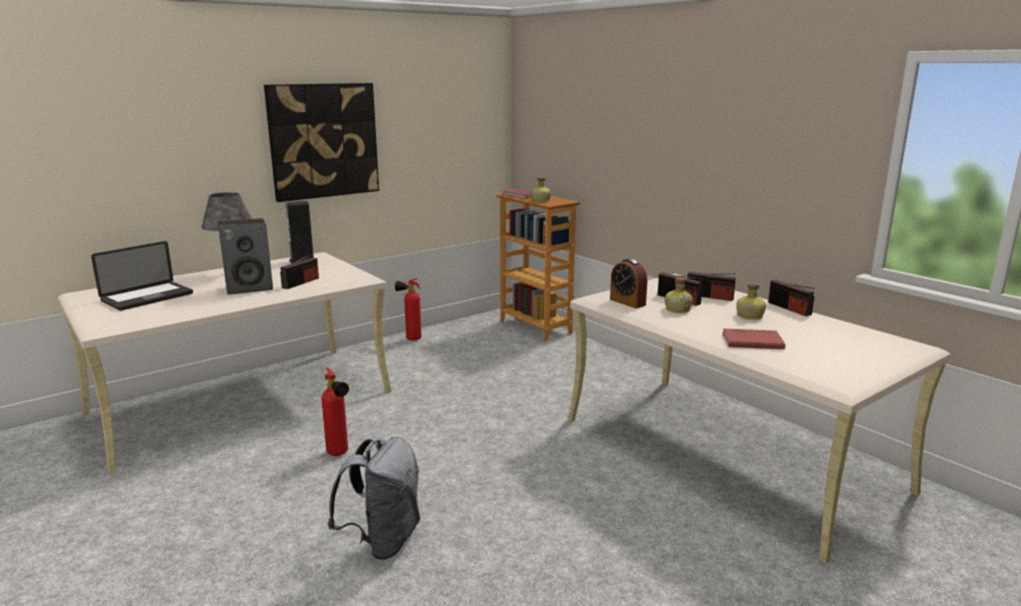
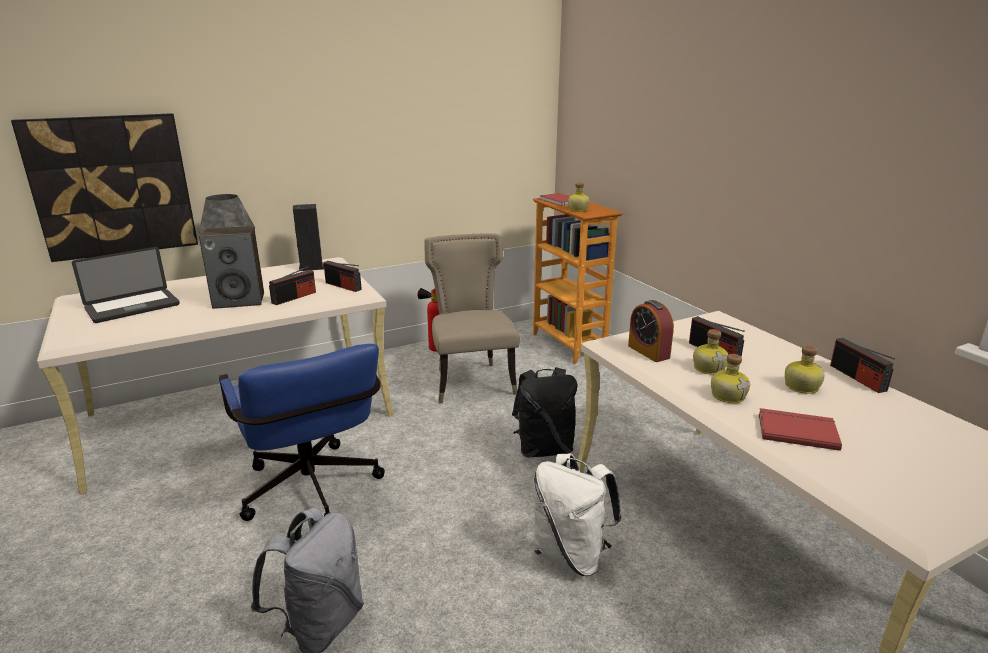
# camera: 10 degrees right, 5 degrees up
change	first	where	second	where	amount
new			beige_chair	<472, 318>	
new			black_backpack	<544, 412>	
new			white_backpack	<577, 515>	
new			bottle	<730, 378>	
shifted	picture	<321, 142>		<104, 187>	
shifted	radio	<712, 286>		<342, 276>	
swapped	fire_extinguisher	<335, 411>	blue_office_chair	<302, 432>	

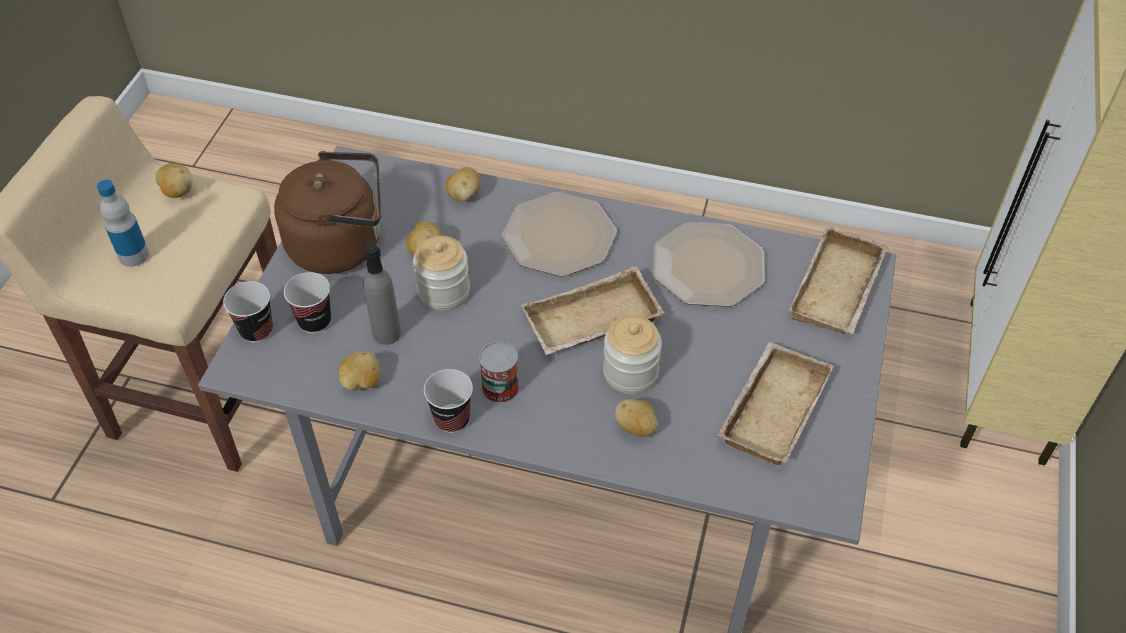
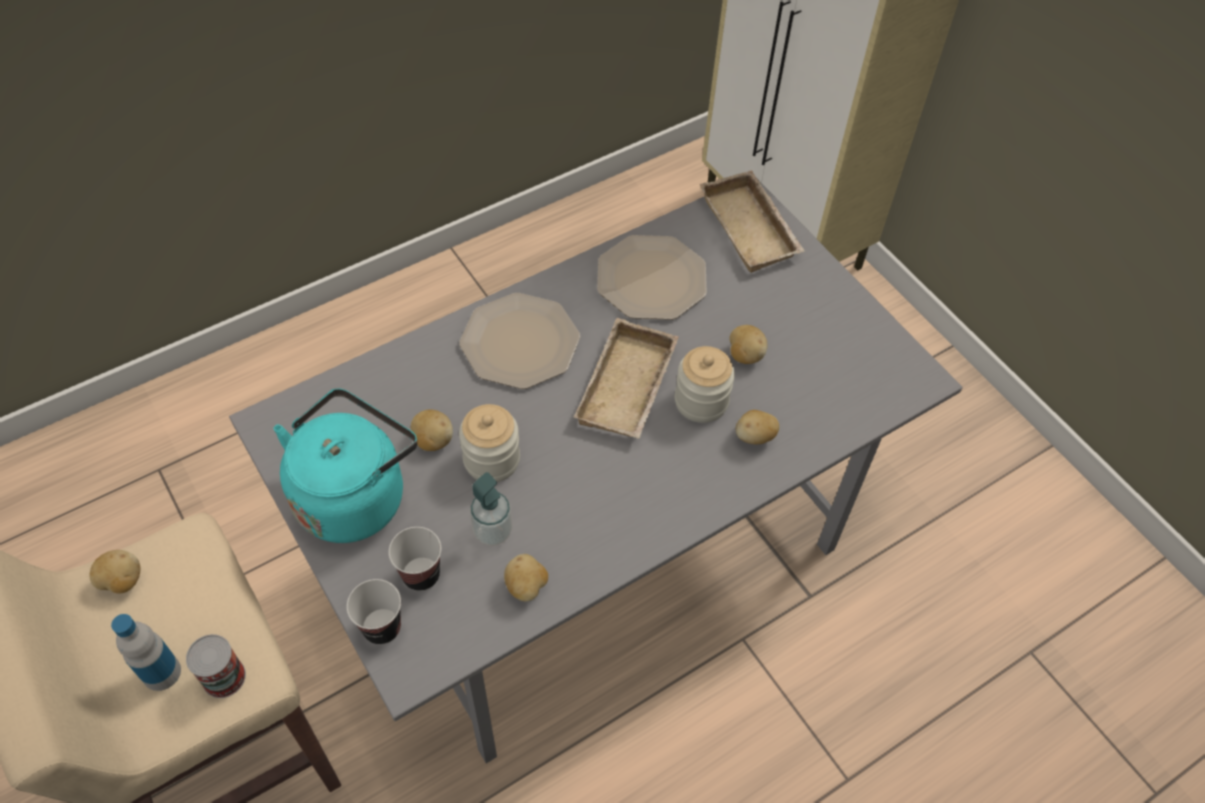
# camera: 50 degrees left, 5 degrees up
change	first	where	second	where	amount
gone	cup	<448, 401>			
gone	beige_tray	<775, 403>			
shifted	potato	<462, 184>		<748, 344>	
shifted	can	<499, 372>		<216, 666>	
swapped	grey_bottle	<382, 294>	soap_dispenser	<491, 509>	
repainted	brown_kettle	<327, 212>	turquoise_kettle	<345, 465>	

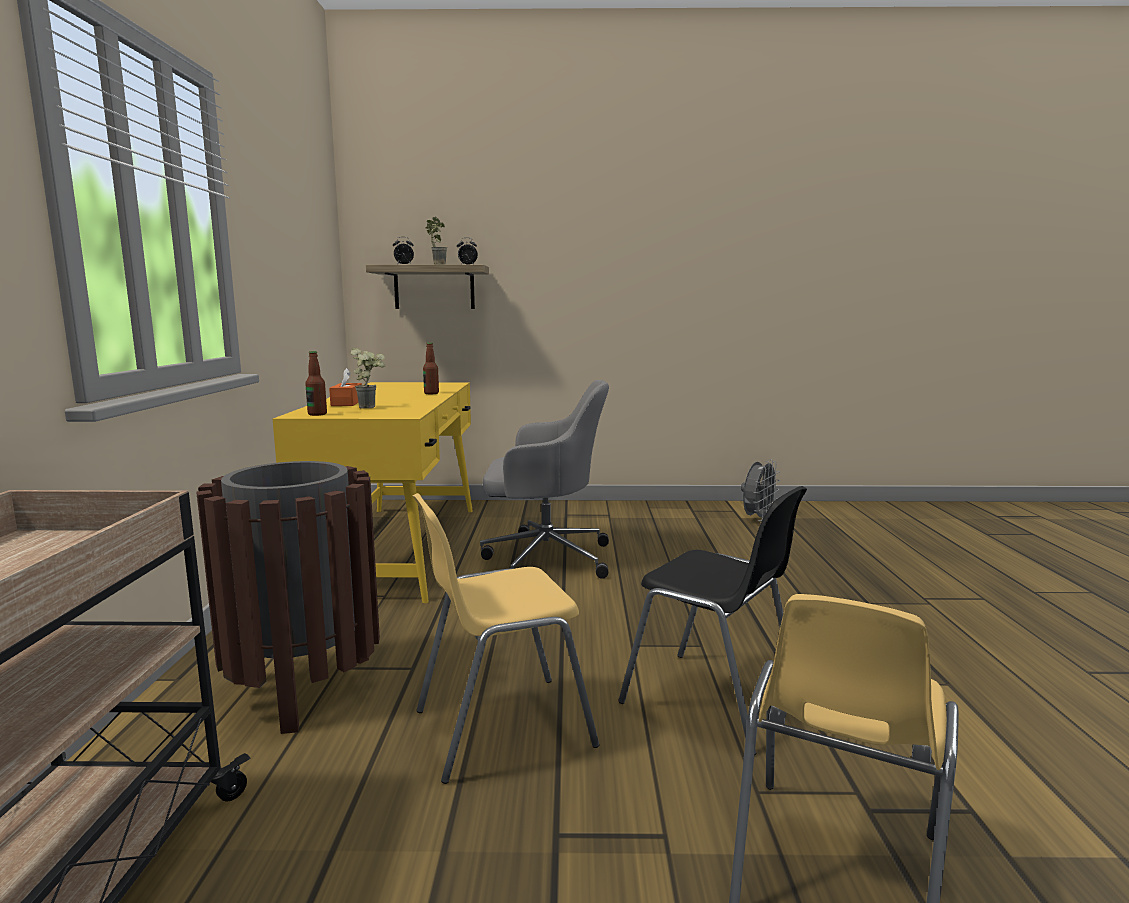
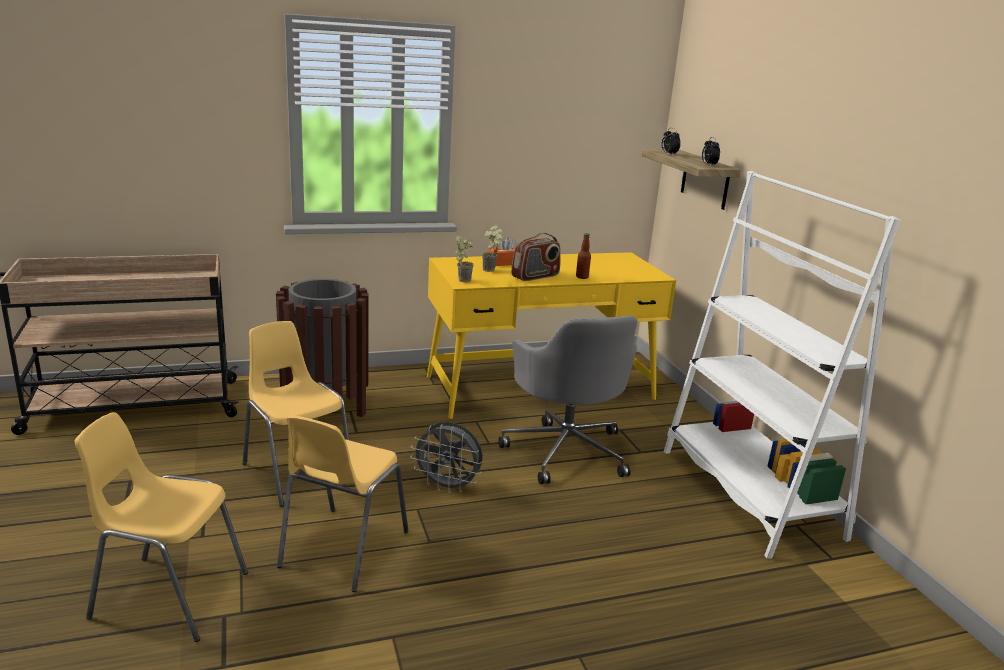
# camera: 70 degrees right, 10 degrees up
change	first	where	second	where	amount
gone	bottle	<316, 383>			
new			radio	<535, 257>	
new			white_bookcase	<782, 365>	
shifted	potted_plant	<436, 240>		<464, 259>	
shifted	grey_fan	<760, 490>		<446, 457>	
repainted	black_chair	<712, 621>	yellow_chair	<342, 503>	

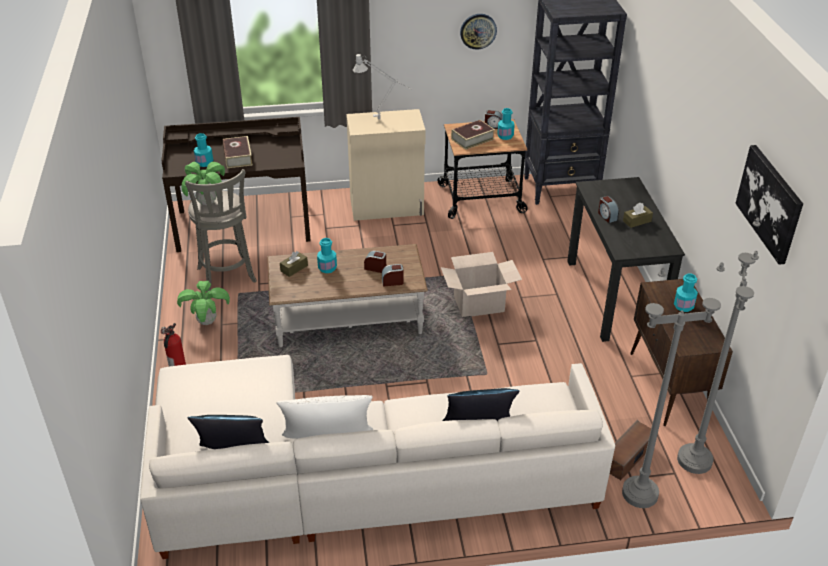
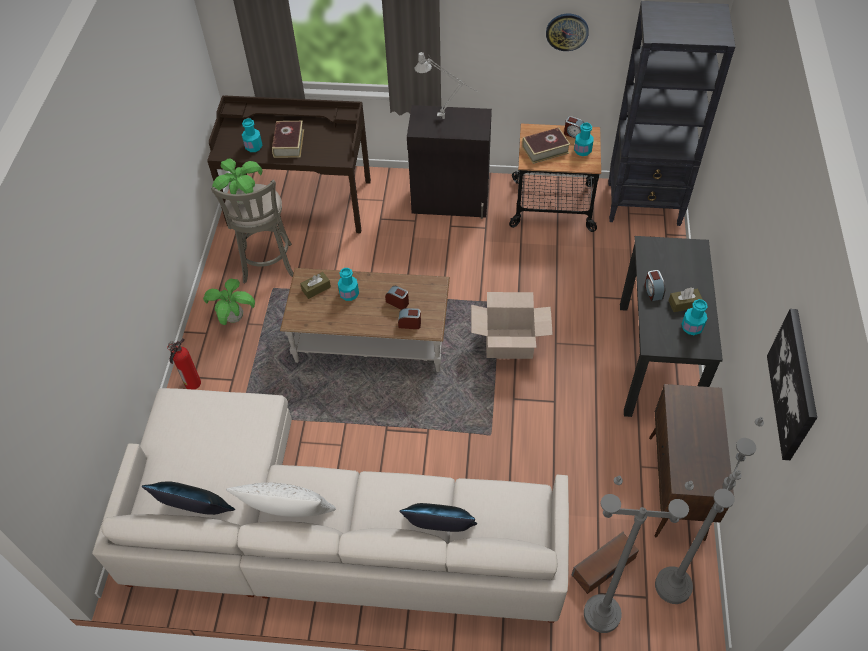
# camera: 15 degrees right, 15 degrees up
change	first	where	second	where	amount
shifted	turquoise_bottle	<686, 293>		<695, 317>	
repainted	beige_cabinet	<386, 165>	black_cabinet	<449, 162>	

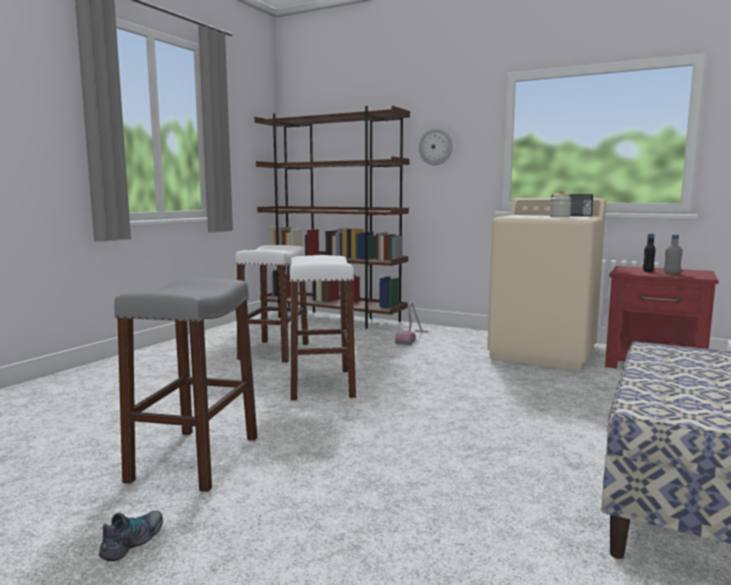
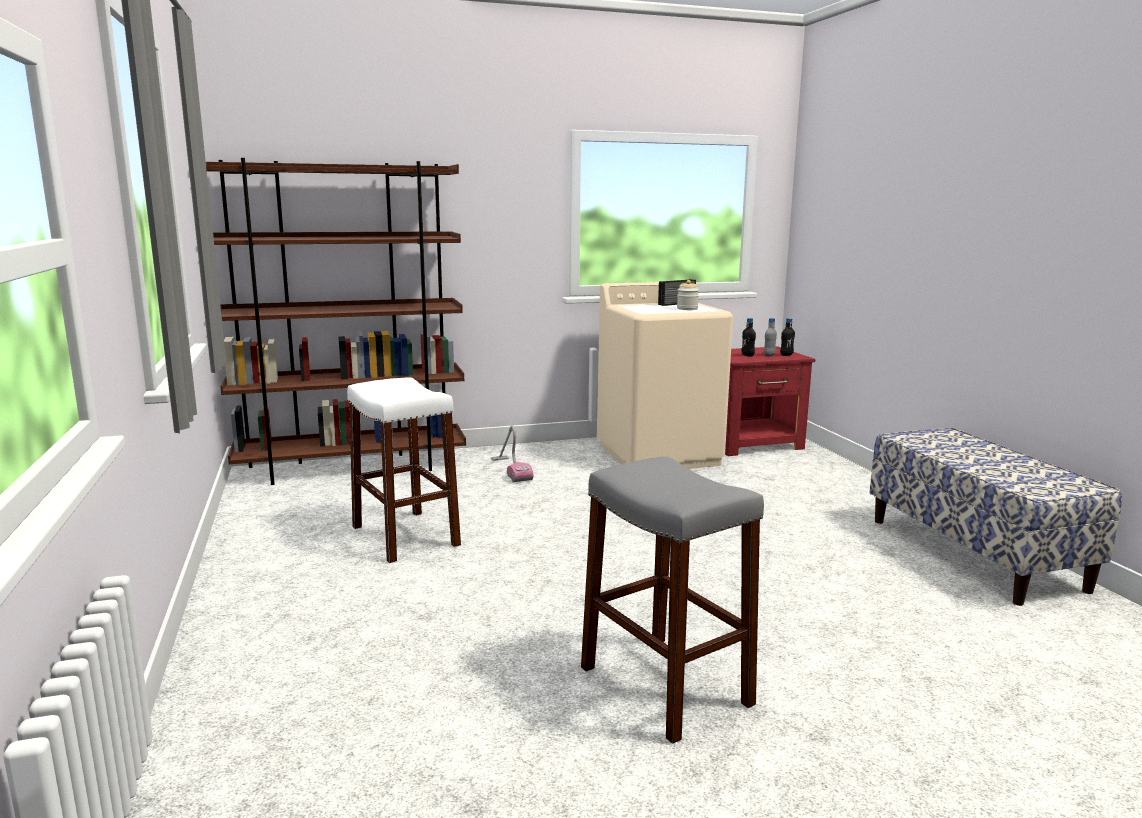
# camera: 45 degrees left, 5 degrees up
change	first	where	second	where	amount
gone	shoe	<131, 535>			
gone	white_stool	<322, 328>			
gone	wall_clock	<436, 146>			
new			black_bottle	<787, 337>	

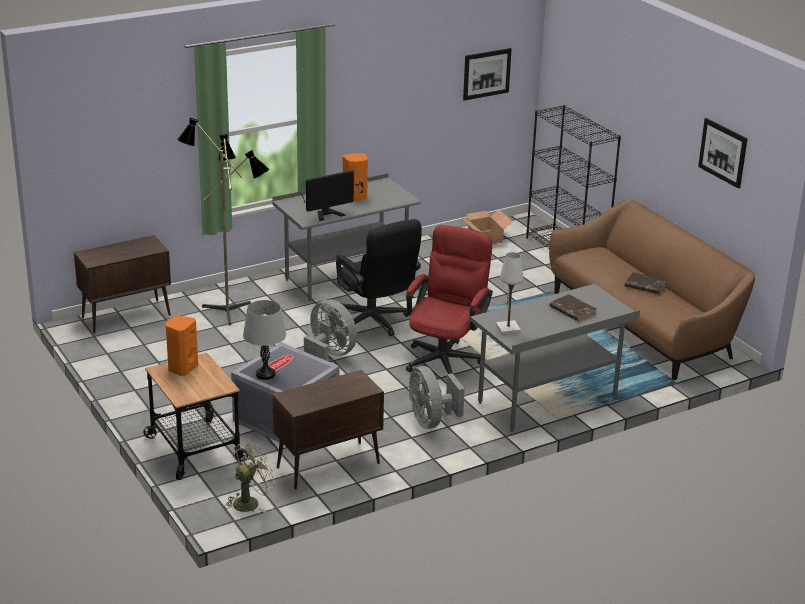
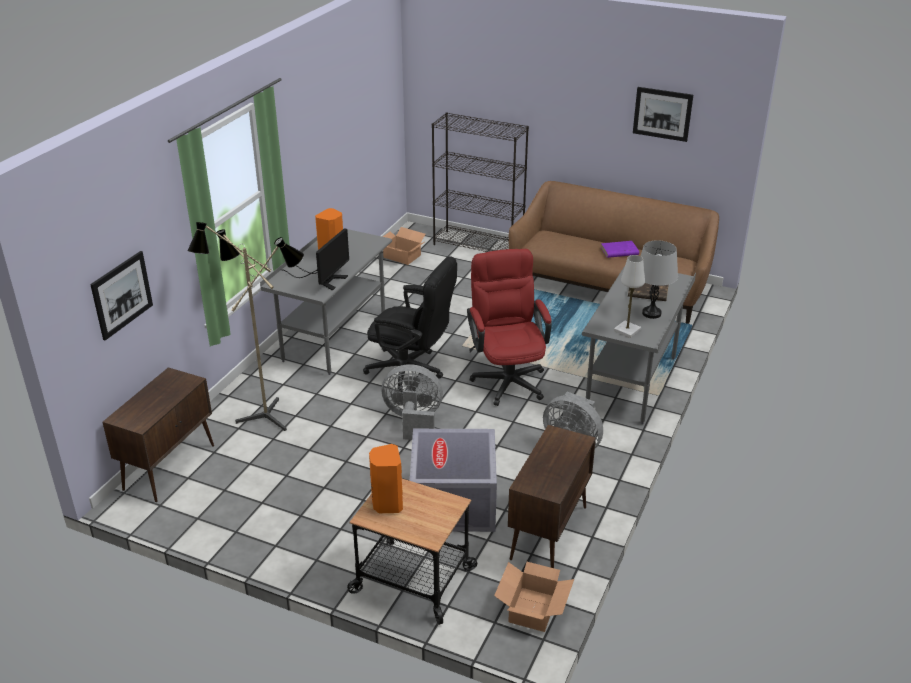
# camera: 35 degrees left, 5 degrees up
change	first	where	second	where	amount
shifted	grey_table_lamp	<264, 340>		<659, 279>	
shifted	picture	<487, 74>		<121, 295>	
swapped	beige_fan	<250, 476>	cardboard_box	<534, 597>	
repainted	brown_book	<645, 283>	purple_book	<620, 249>	

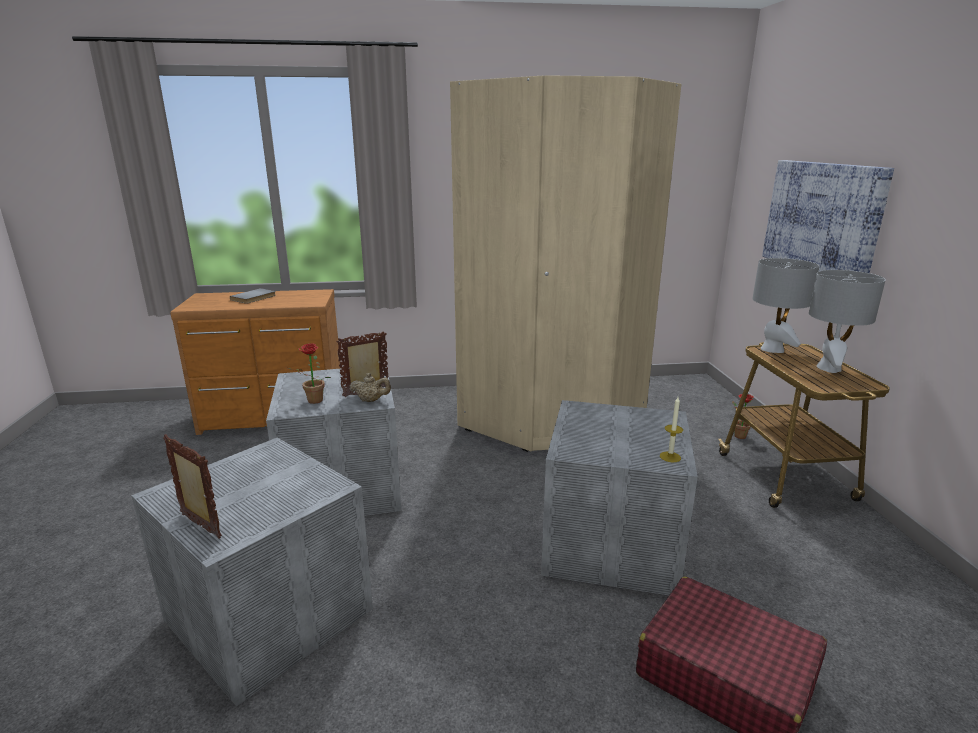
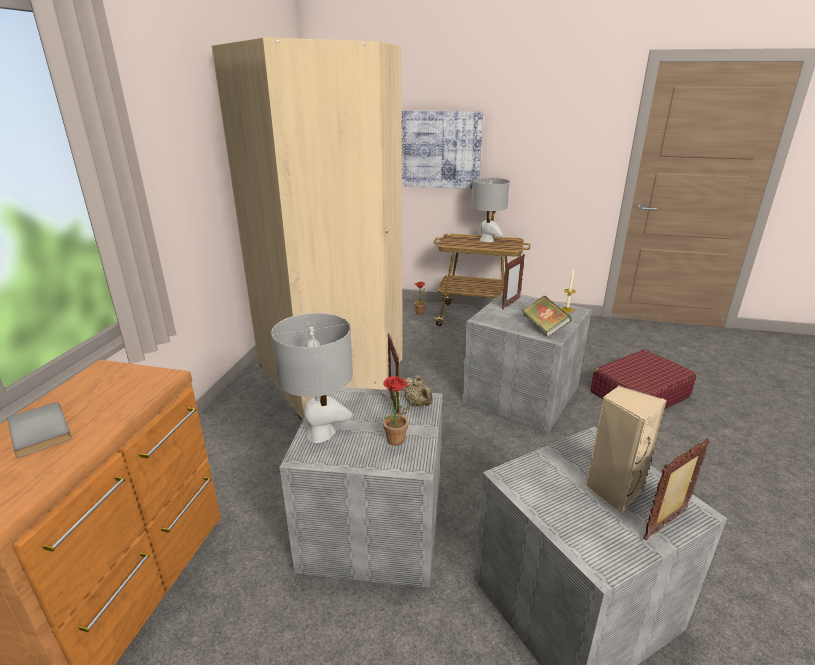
# camera: 70 degrees left, 5 degrees up
change	first	where	second	where	amount
new			picture_frame	<513, 281>	
new			book	<547, 316>	
new			beige_speaker	<626, 450>	
shifted	grey_table_lamp	<785, 305>		<312, 378>	
rotated	beige_teapot	<370, 387>		<418, 391>	120 degrees clockwise

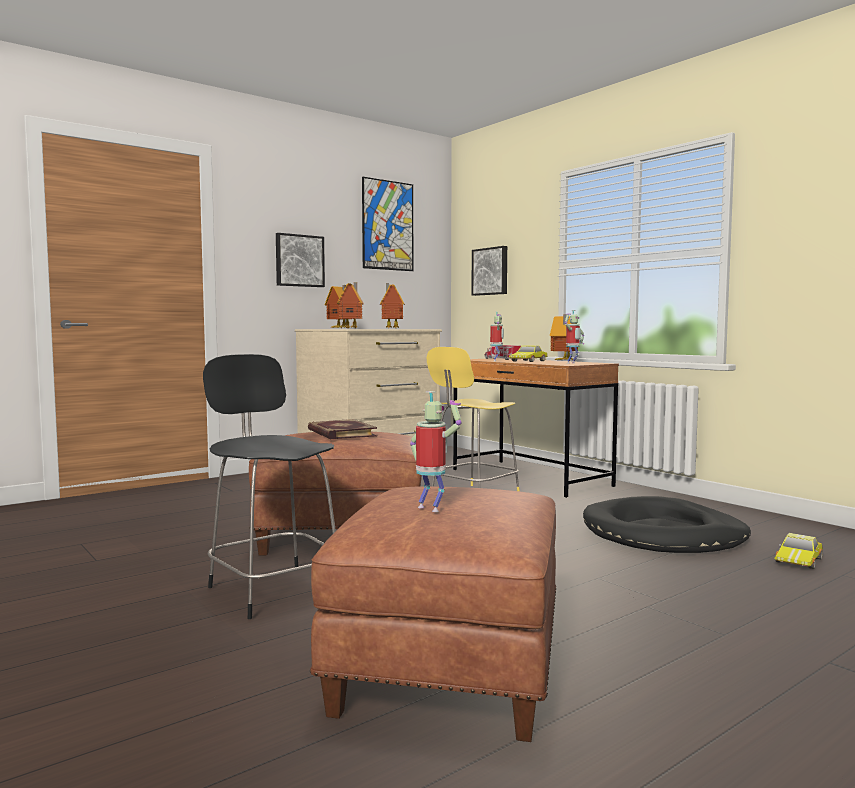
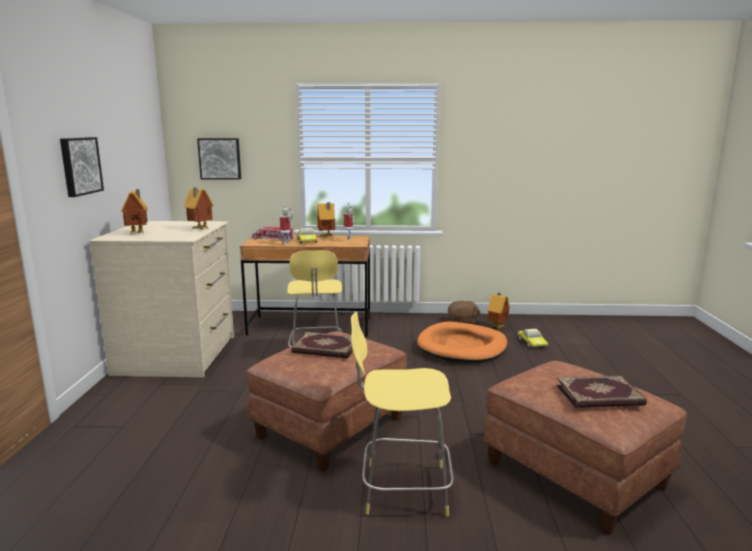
# camera: 50 degrees left, 10 degrees up
change	first	where	second	where	amount
gone	picture	<387, 224>			
new			brown_plush_toy	<464, 312>	
shifted	toy_house	<350, 305>		<499, 311>	
swapped	toy_robot	<436, 451>	book	<601, 392>	
repainted	black_stool	<269, 486>	yellow_stool	<402, 414>	
repainted	black_dog_bed	<667, 524>	orange_dog_bed	<462, 342>	

